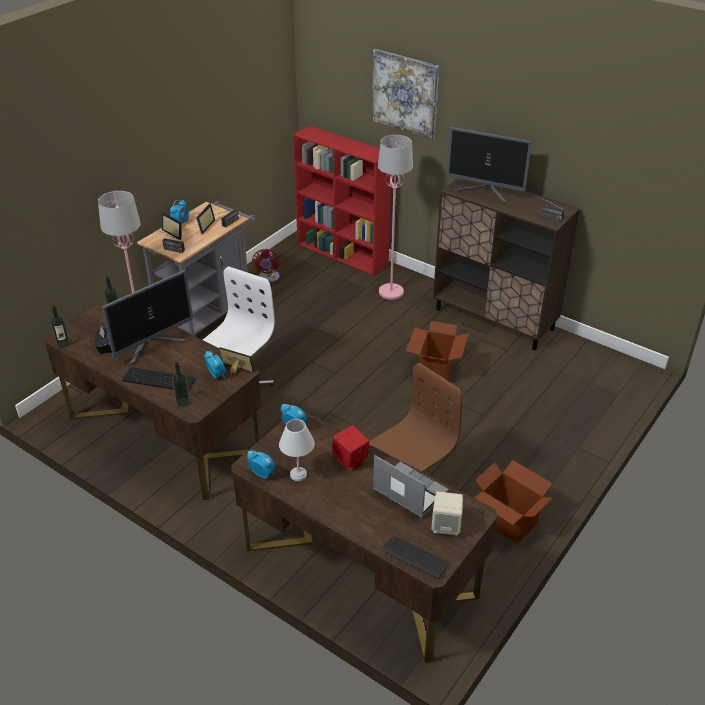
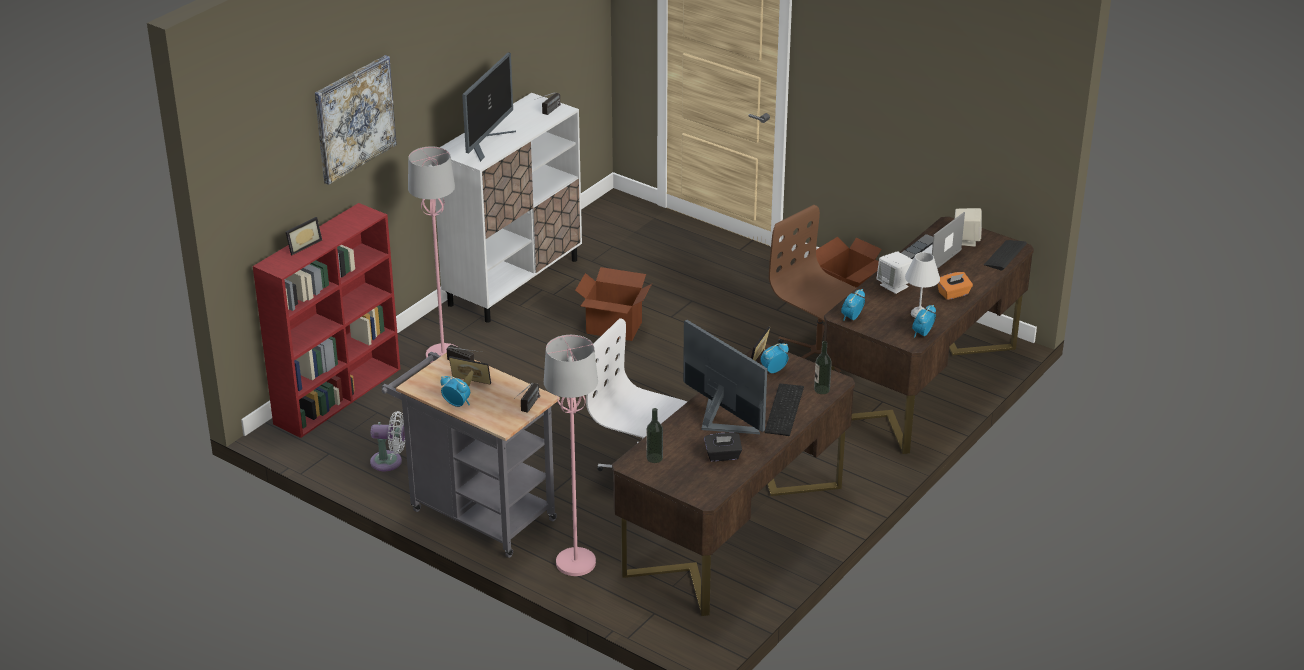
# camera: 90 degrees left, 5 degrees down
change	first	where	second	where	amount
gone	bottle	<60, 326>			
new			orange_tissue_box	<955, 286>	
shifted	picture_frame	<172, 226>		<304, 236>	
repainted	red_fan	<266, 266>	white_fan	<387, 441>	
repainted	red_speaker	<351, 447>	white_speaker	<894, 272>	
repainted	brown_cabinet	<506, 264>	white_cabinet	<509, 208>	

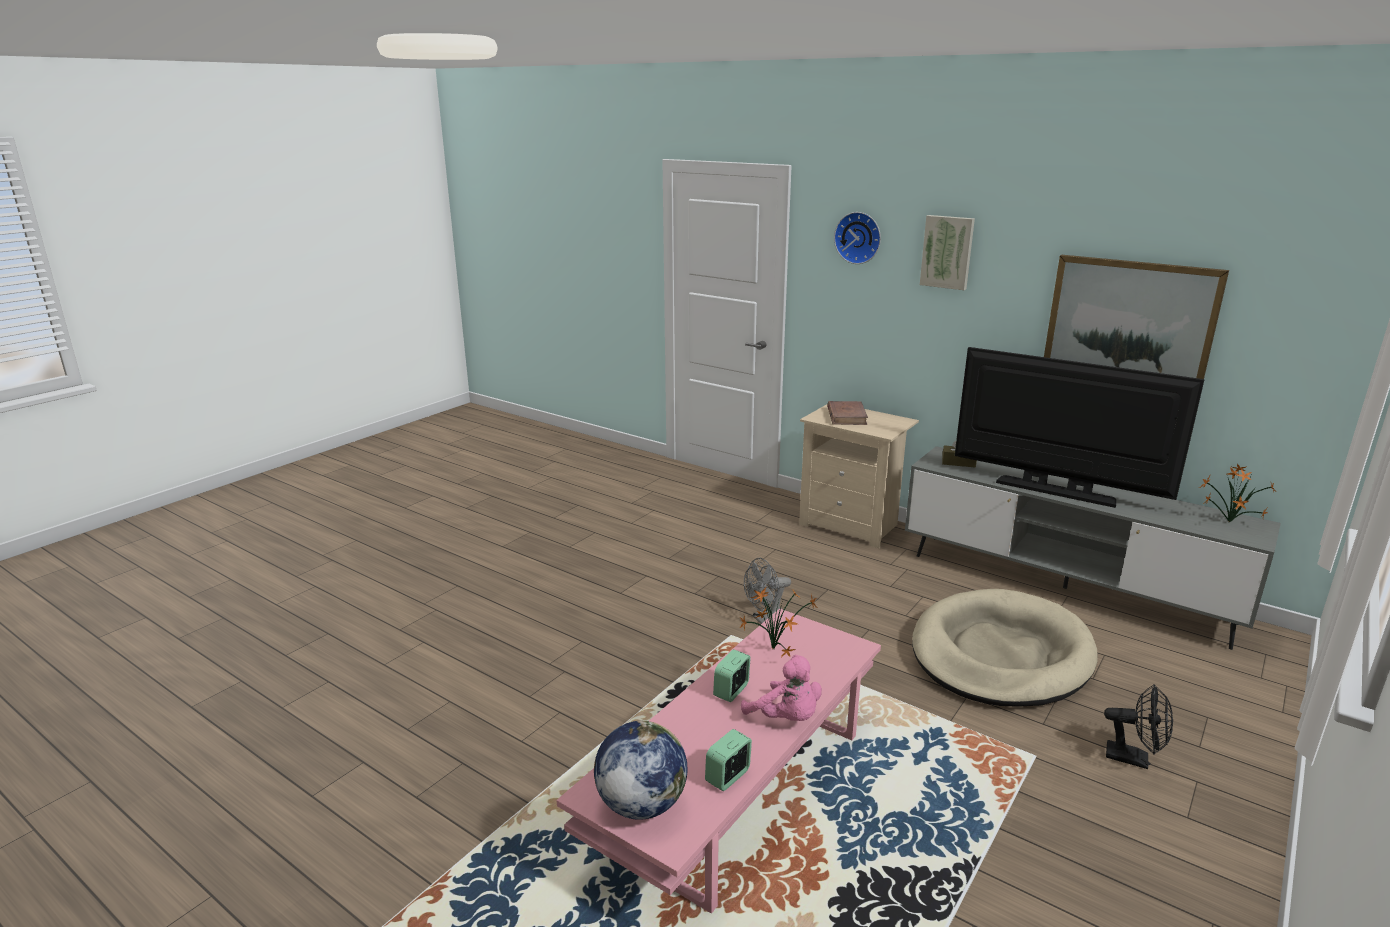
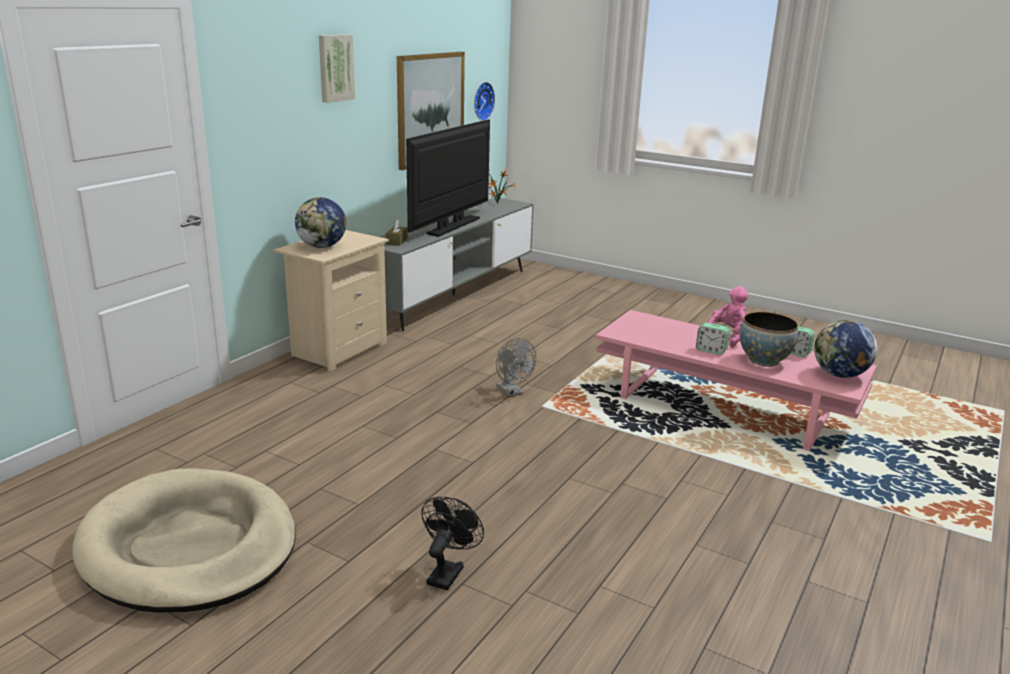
# camera: 95 degrees left, 0 degrees up
change	first	where	second	where	amount
gone	potted_plant	<778, 622>			
new			bowl	<769, 339>	
shifted	wall_clock	<857, 238>		<484, 101>	
shifted	beige_dog_bed	<1005, 648>		<184, 540>	
shifted	black_fan	<1138, 726>		<452, 543>	
swapped	brown_book	<847, 413>	globe	<320, 222>	

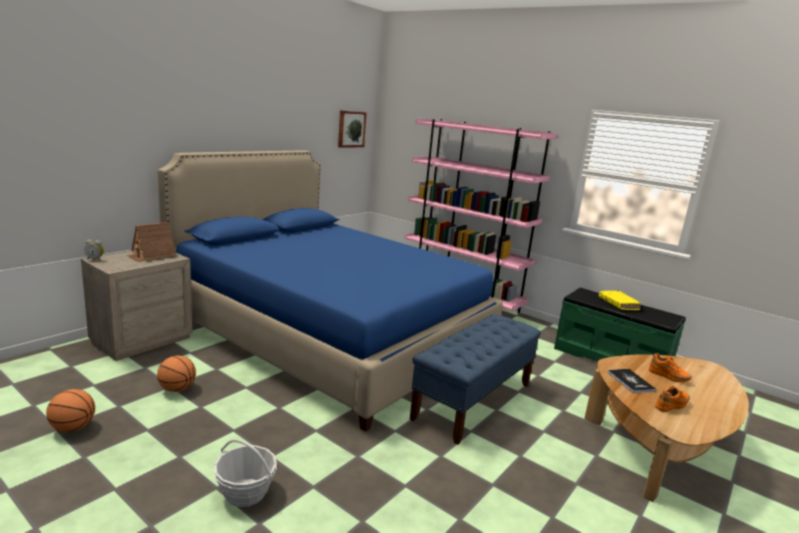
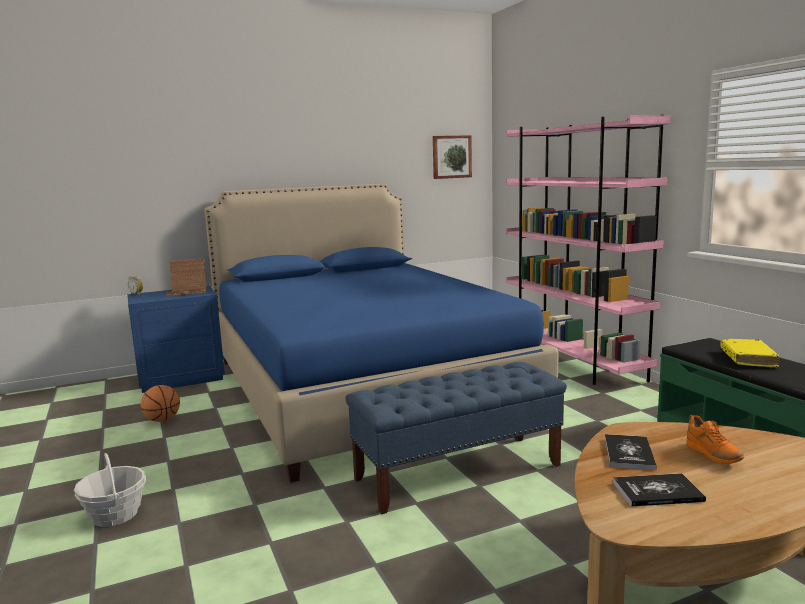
# camera: 30 degrees right, 5 degrees down
change	first	where	second	where	amount
gone	basketball	<70, 410>			
swapped	orange_shoe	<672, 399>	book	<659, 490>	
repainted	beige_nightstand	<137, 306>	blue_nightstand	<176, 339>	

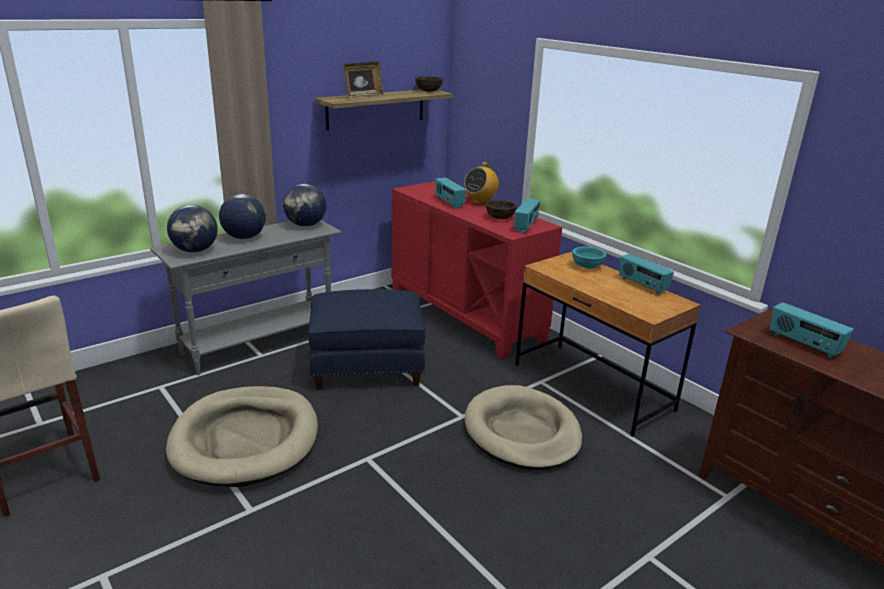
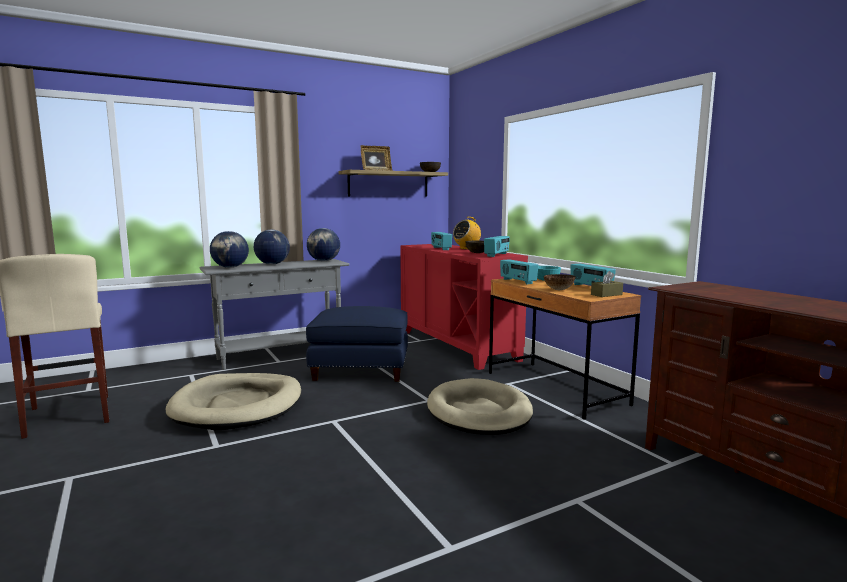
# camera: 10 degrees right, 15 degrees down
change	first	where	second	where	amount
new			bowl	<559, 282>	
new			brown_tissue_box	<607, 284>	
shifted	radio	<812, 330>		<519, 272>	

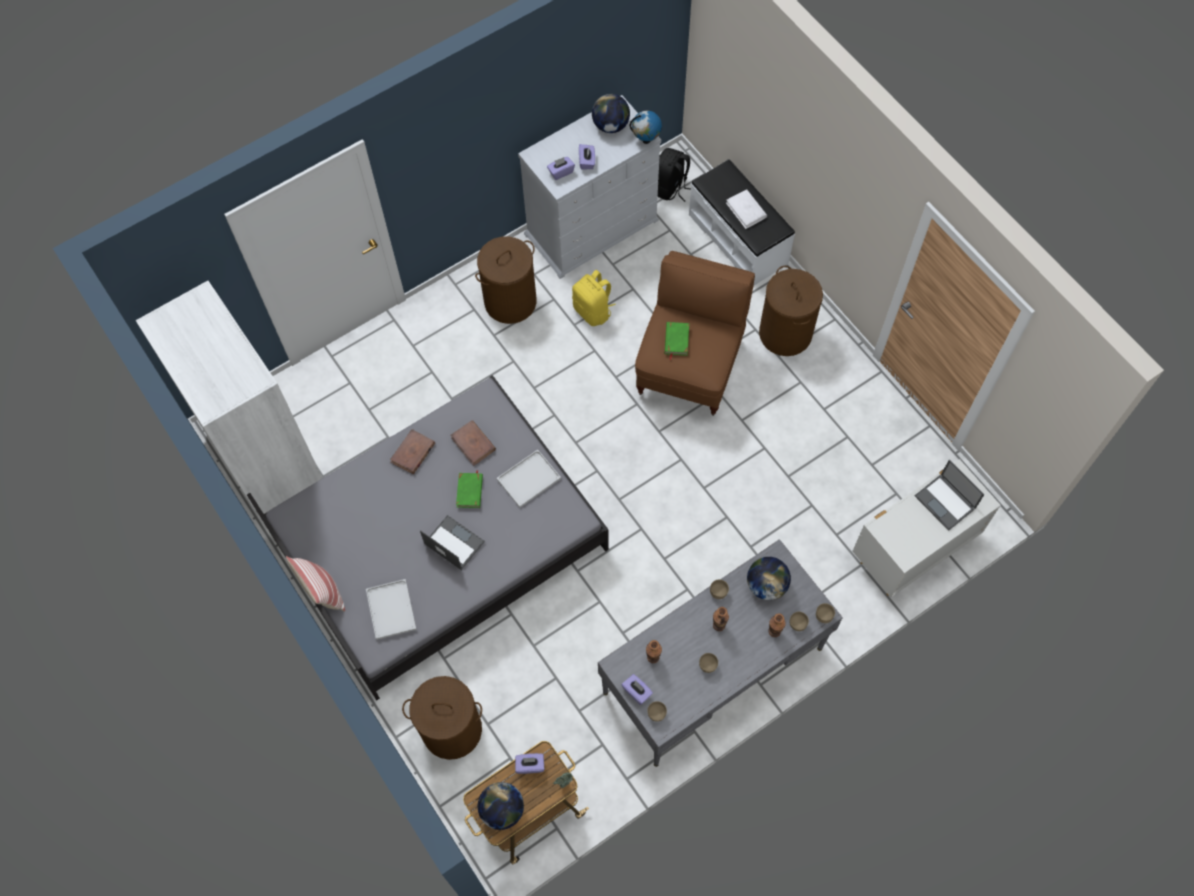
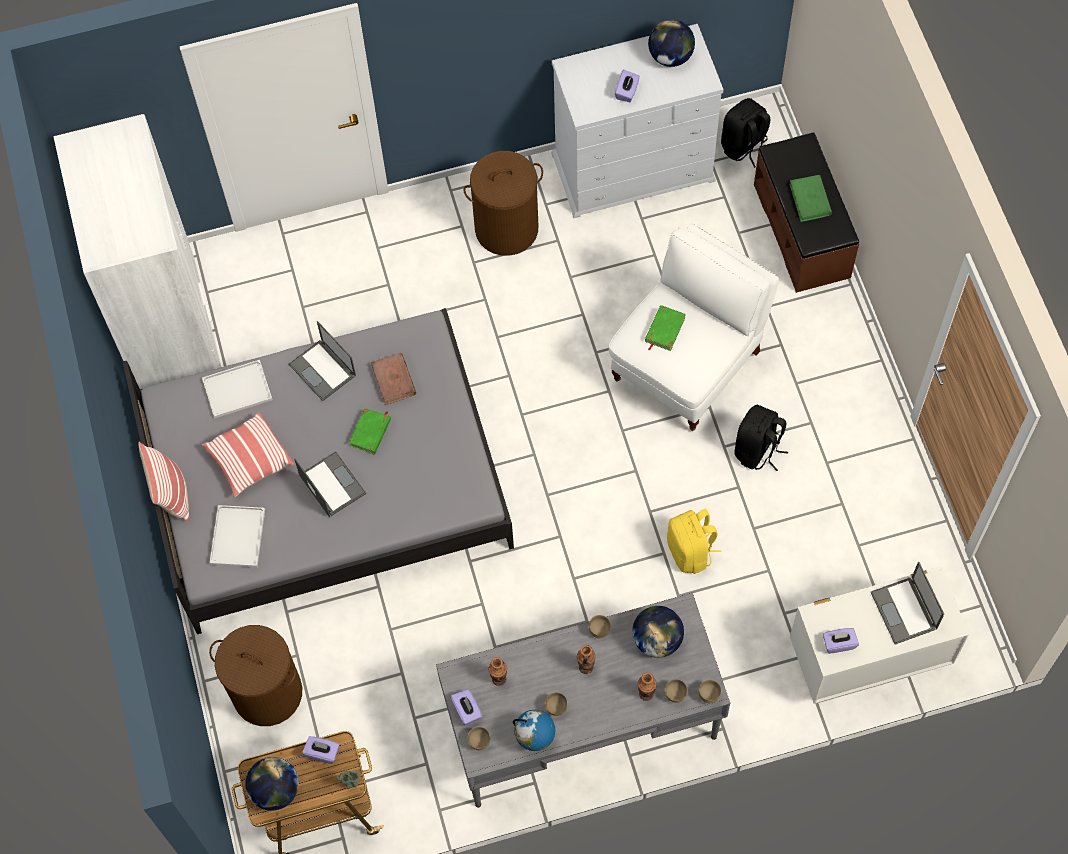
# camera: 20 degrees right, 0 degrees up
change	first	where	second	where	amount
gone	brown_laundry_basket	<791, 311>			
new			pillow	<248, 454>	
new			black_backpack	<761, 438>	
shifted	white_tray	<529, 478>		<237, 389>	
shifted	purple_tissue_box	<561, 168>		<841, 641>	
shifted	yellow_backpack	<594, 298>		<694, 541>	
shifted	globe	<646, 127>		<534, 730>	
swapped	brown_book	<412, 451>	laptop	<322, 361>	
repainted	brown_armchair	<695, 333>	white_armchair	<694, 327>	
repainted	white_bench	<742, 222>	brown_bench	<806, 212>	
repainted	white_book	<746, 209>	green_book	<810, 198>	

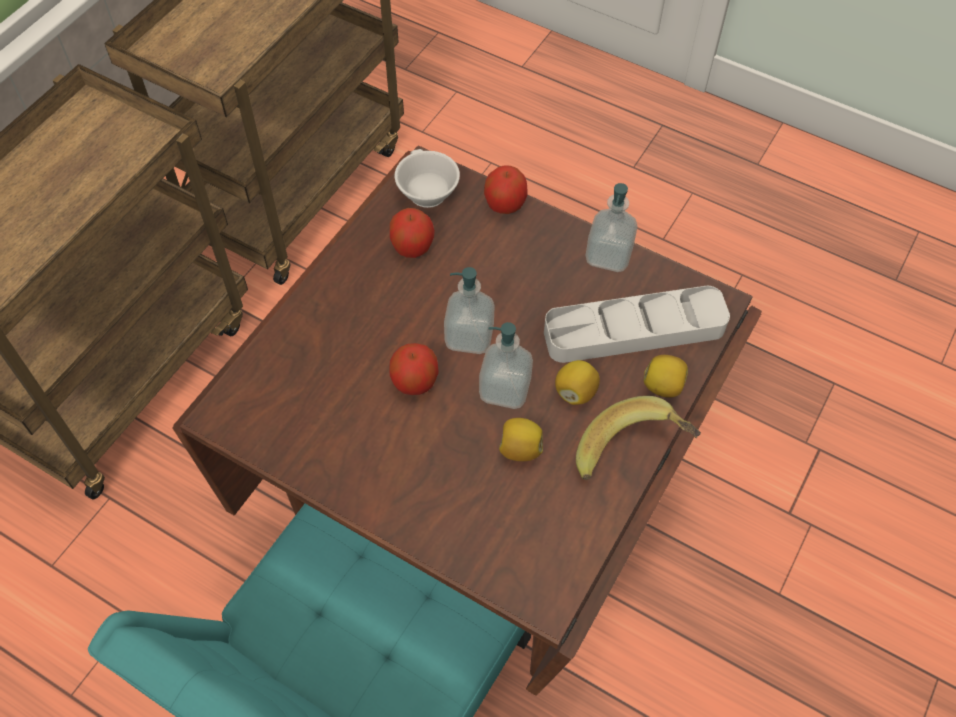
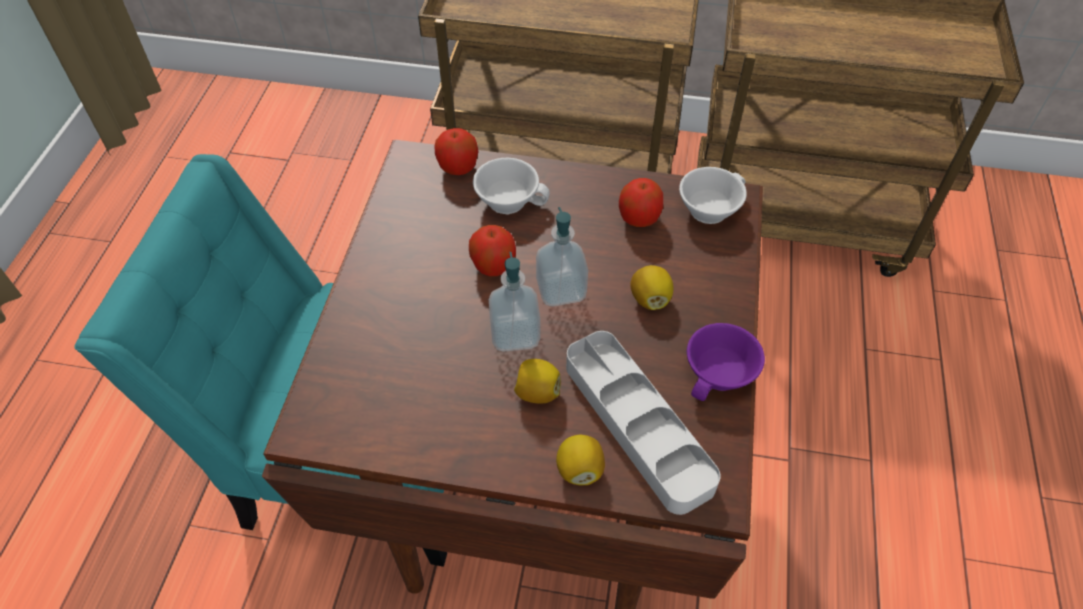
# camera: 70 degrees right, 5 degrees down
change	first	where	second	where	amount
gone	banana	<638, 438>			
new			white_cup	<511, 185>	
shifted	apple	<505, 189>		<456, 151>	
shifted	lemon	<521, 439>		<652, 287>	
swapped	soap_dispenser	<612, 227>	purple_cup	<726, 362>	

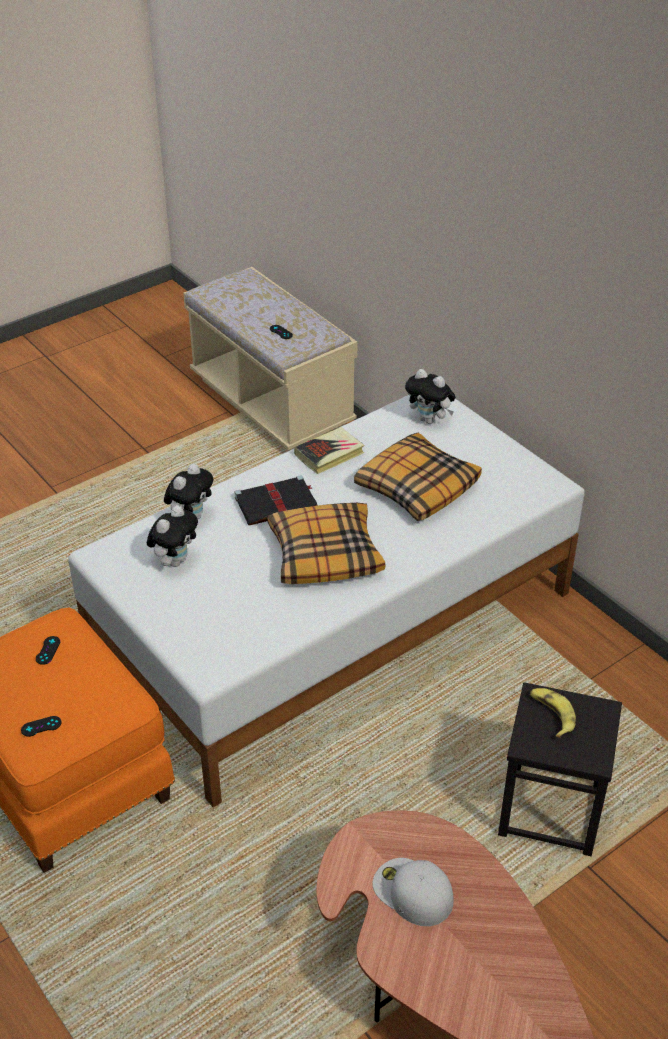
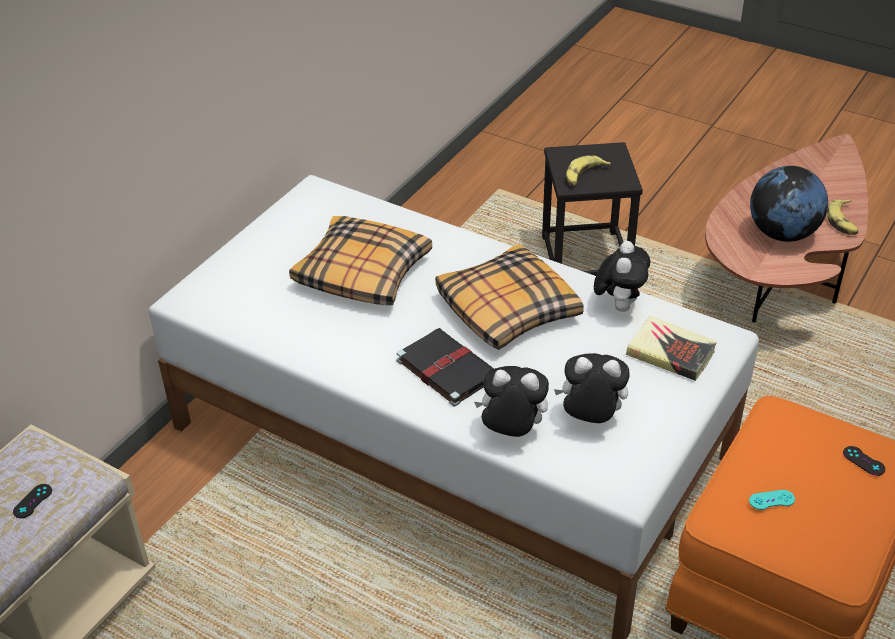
# camera: 110 degrees left, 0 degrees up
change	first	where	second	where	amount
new			banana	<843, 217>	
shifted	book	<329, 450>		<671, 348>	
shifted	plush_toy	<430, 396>		<622, 276>	
swapped	white_cap	<412, 892>	globe	<789, 204>	
repainted	black_game_controller	<48, 650>	turquoise_game_controller	<772, 500>	

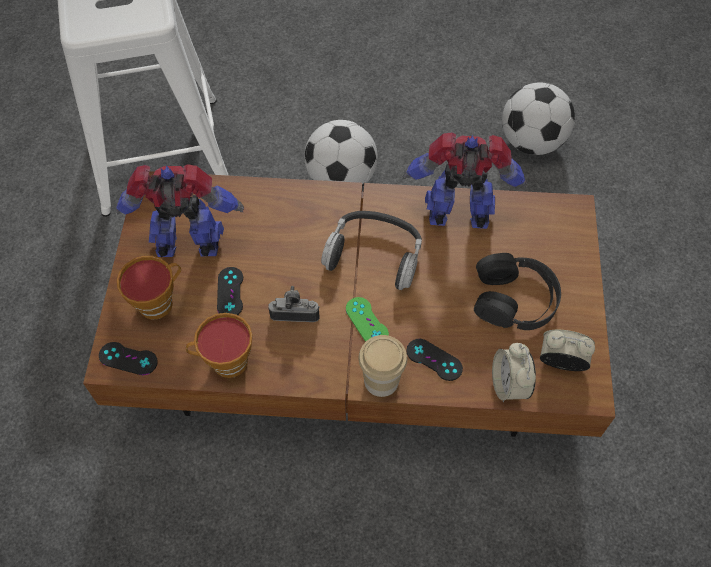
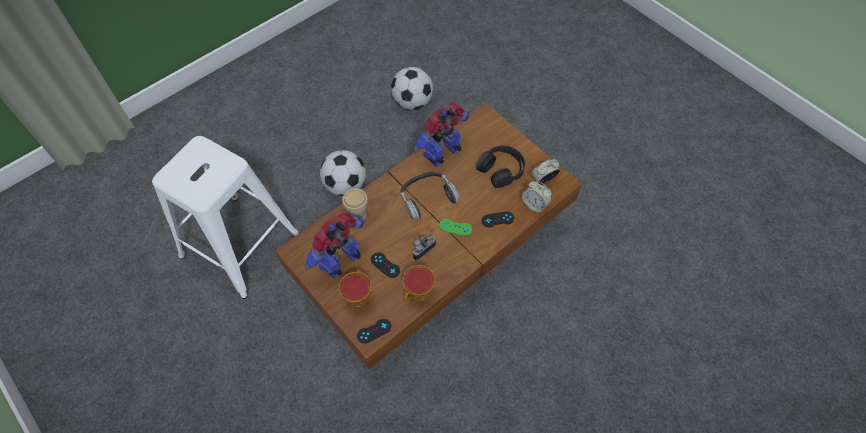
# camera: 45 degrees left, 0 degrees up
change	first	where	second	where	amount
shifted	cup	<383, 366>		<355, 204>	

